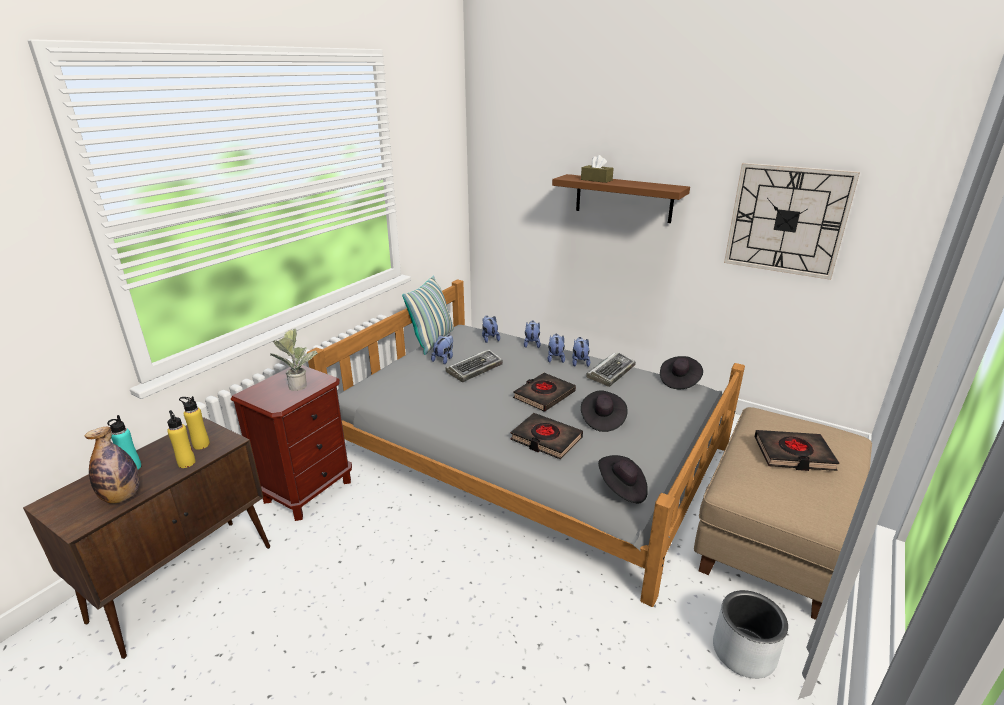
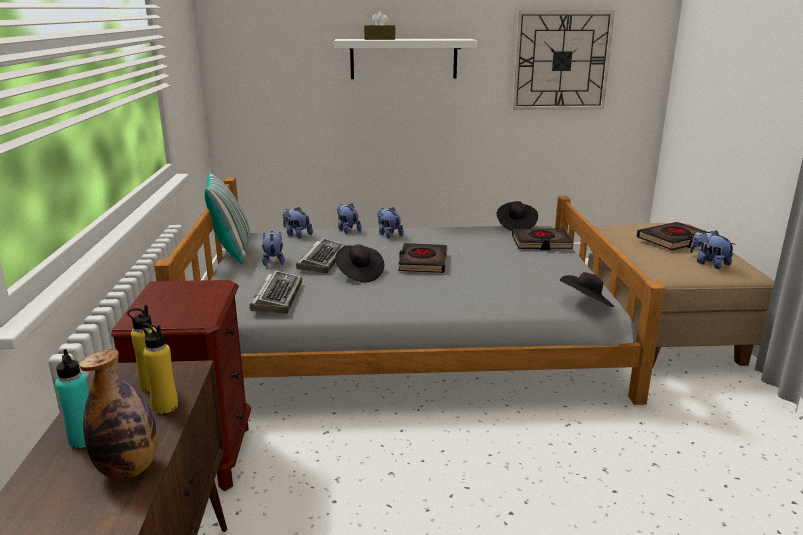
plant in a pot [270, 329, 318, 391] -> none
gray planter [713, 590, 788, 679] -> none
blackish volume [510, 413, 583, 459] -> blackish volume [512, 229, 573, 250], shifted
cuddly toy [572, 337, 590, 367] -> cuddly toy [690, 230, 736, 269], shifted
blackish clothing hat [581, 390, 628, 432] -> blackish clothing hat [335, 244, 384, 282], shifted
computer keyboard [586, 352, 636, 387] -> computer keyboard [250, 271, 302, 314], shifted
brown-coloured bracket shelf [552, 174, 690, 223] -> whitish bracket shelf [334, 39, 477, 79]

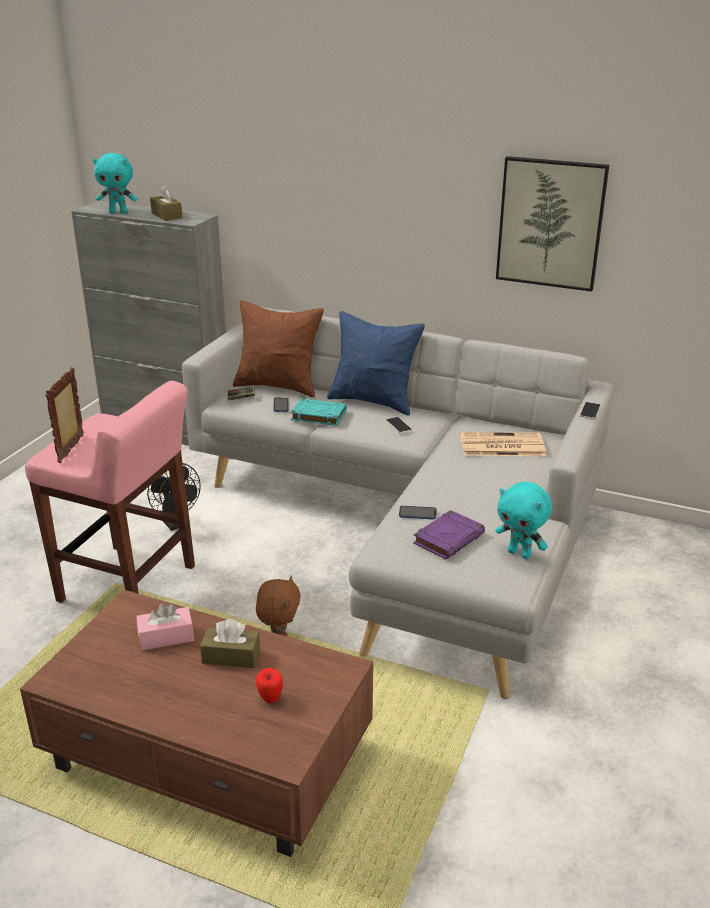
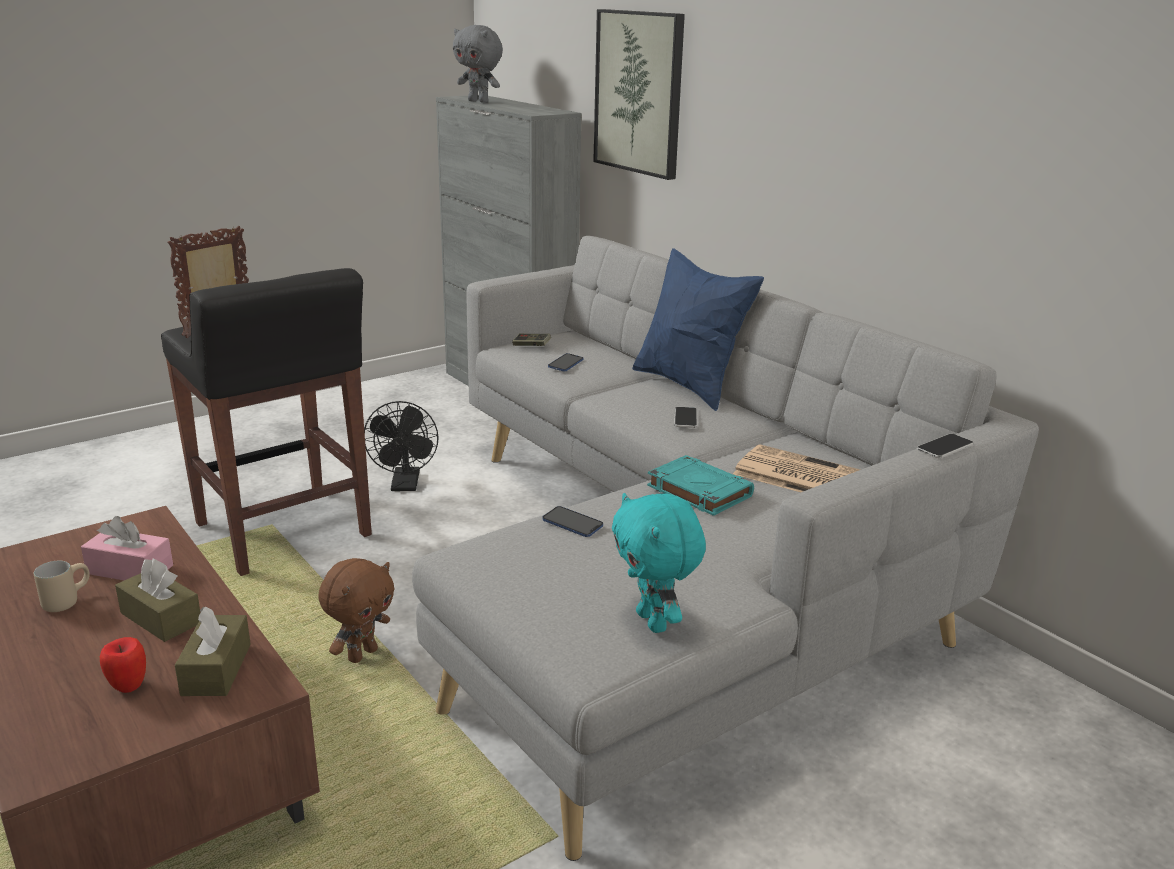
brown-coloured throw pillow [233, 300, 324, 398] -> none
purple volume [413, 510, 485, 560] -> none
none -> beige tea mug [34, 561, 90, 612]
brown-coloured box of tissues [150, 185, 182, 221] -> brown-coloured box of tissues [175, 607, 251, 696], shifted
turquoise-coloured volume [290, 399, 347, 426] -> turquoise-coloured volume [647, 455, 754, 516], shifted
picture [496, 156, 609, 292] -> picture [593, 9, 685, 180], shifted
pink stool seat [25, 381, 195, 603] -> blackish stool seat [161, 268, 372, 576]
turquoise-coloured cuddly toy [93, 153, 137, 213] -> gray cuddly toy [453, 25, 503, 103]

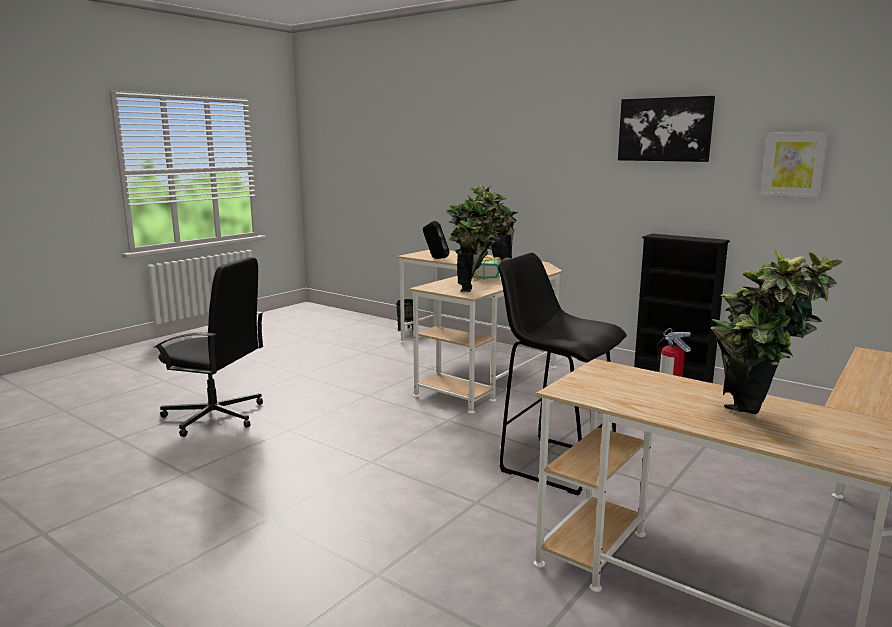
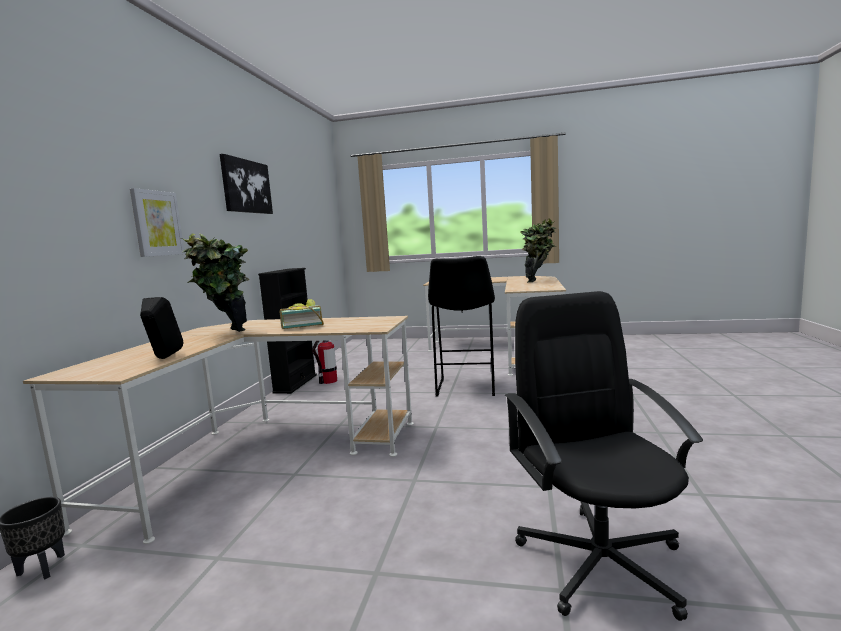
plant in a pot [446, 193, 499, 292] -> none
picture [760, 132, 830, 198] -> picture [130, 188, 185, 257], shifted

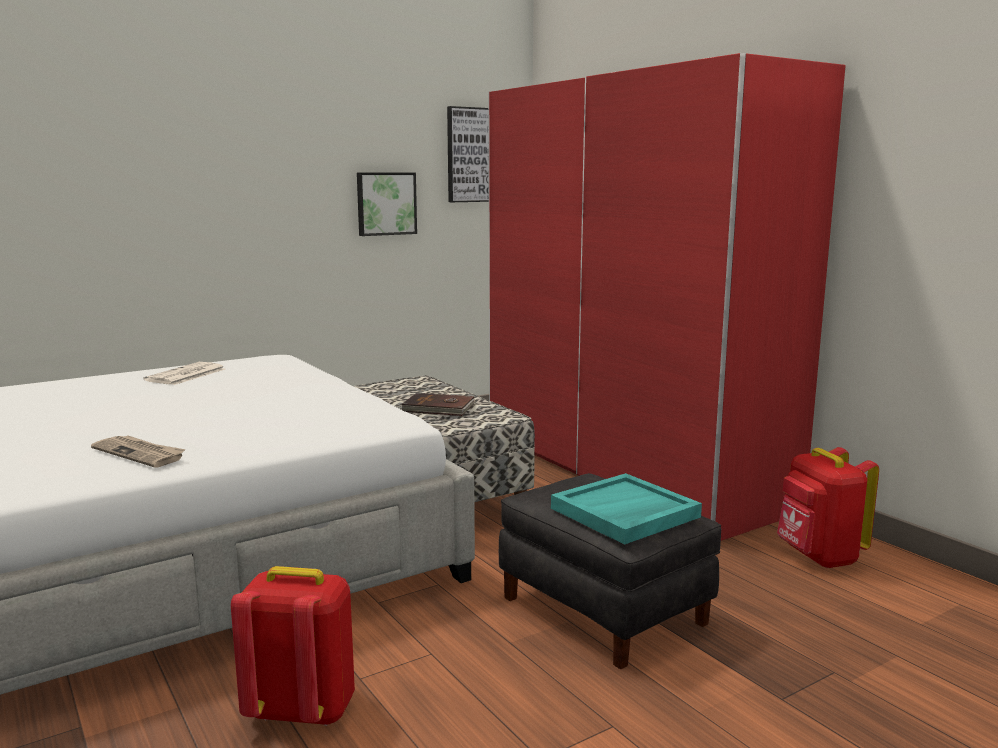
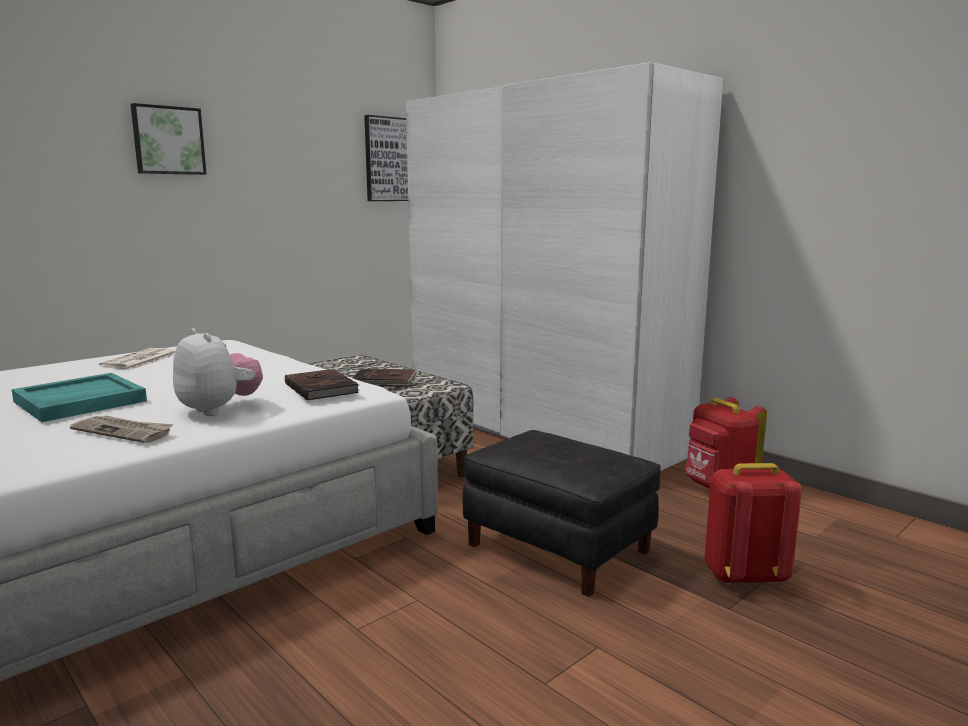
none -> cuddly toy [173, 328, 263, 416]
none -> brown-coloured volume [285, 369, 359, 401]
reddish backpack [231, 566, 355, 726] -> reddish backpack [705, 463, 802, 585], shifted
picture [357, 173, 417, 236] -> picture [130, 103, 206, 175], shifted
turquoise-coloured carrying tray [551, 473, 702, 545] -> turquoise-coloured carrying tray [11, 373, 147, 422], shifted
reddish wardrobe [488, 53, 846, 541] -> whitish wardrobe [406, 62, 723, 471]

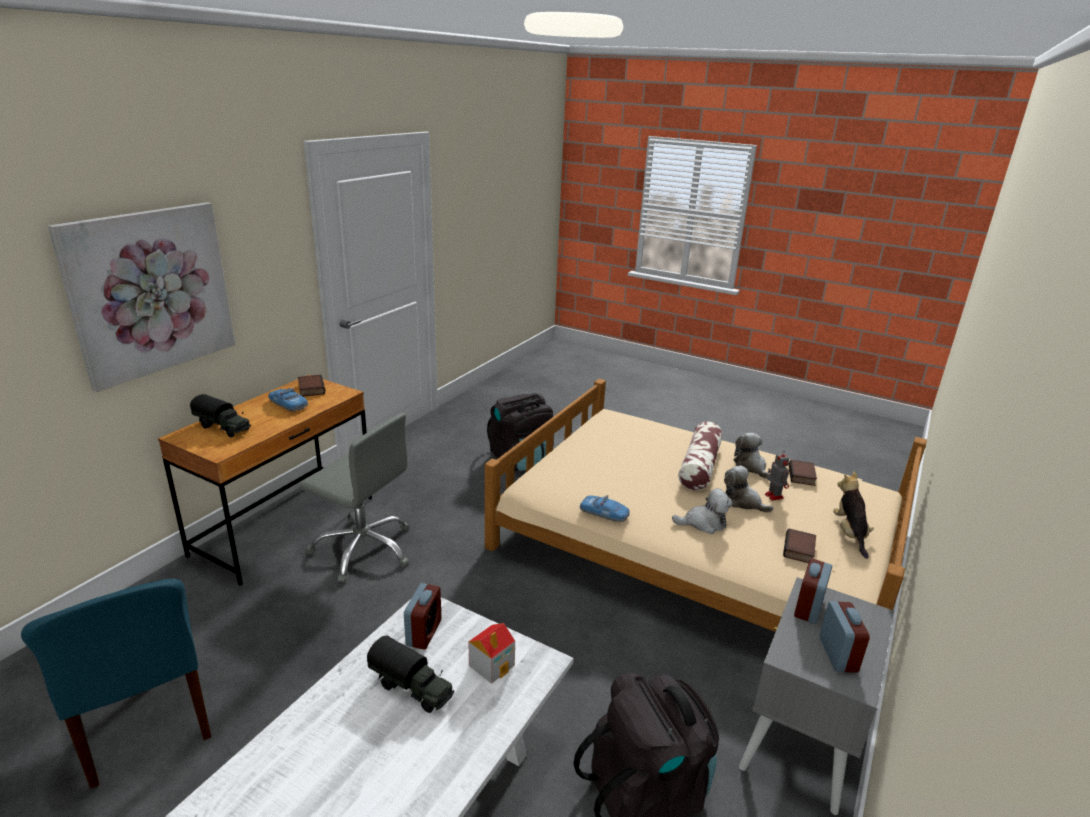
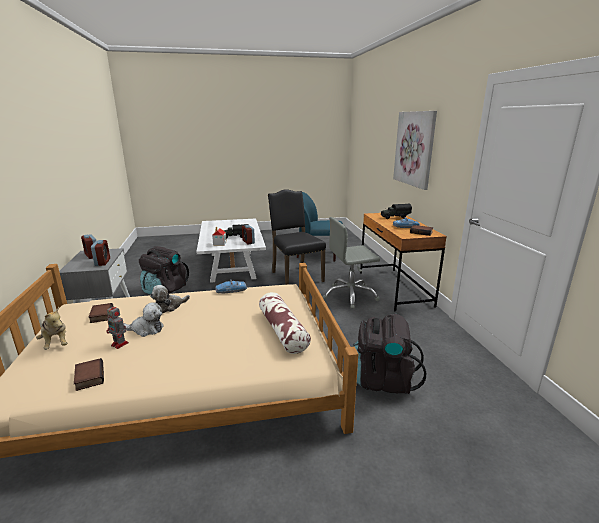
cuddly toy [733, 433, 770, 479] -> none
none -> blackish chair [268, 189, 326, 285]
throw pillow [678, 421, 723, 491] -> throw pillow [259, 292, 311, 354], shifted

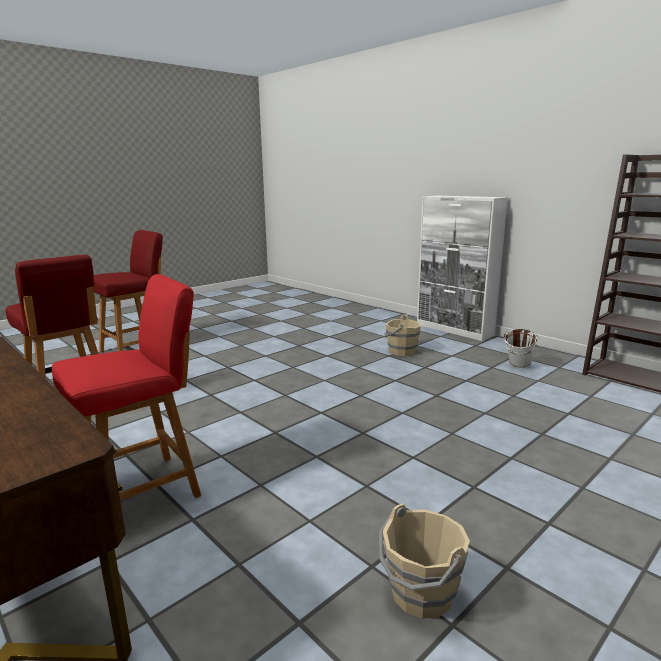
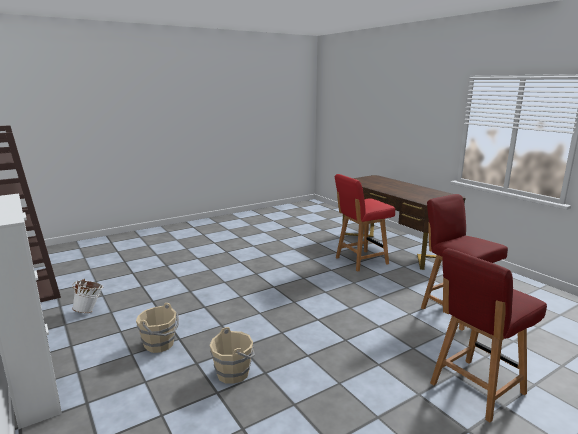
beige water bucket [379, 503, 470, 619] -> beige water bucket [210, 327, 255, 384], shifted

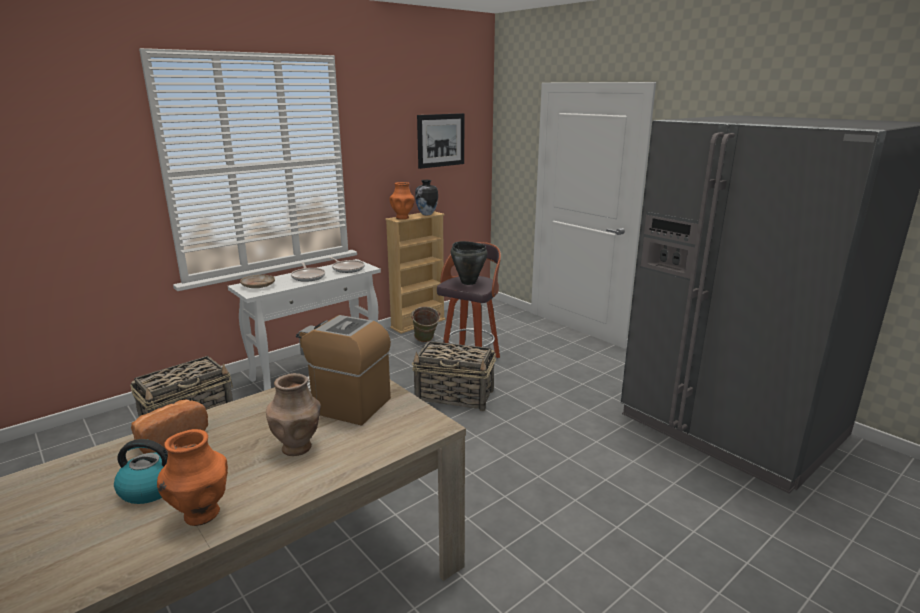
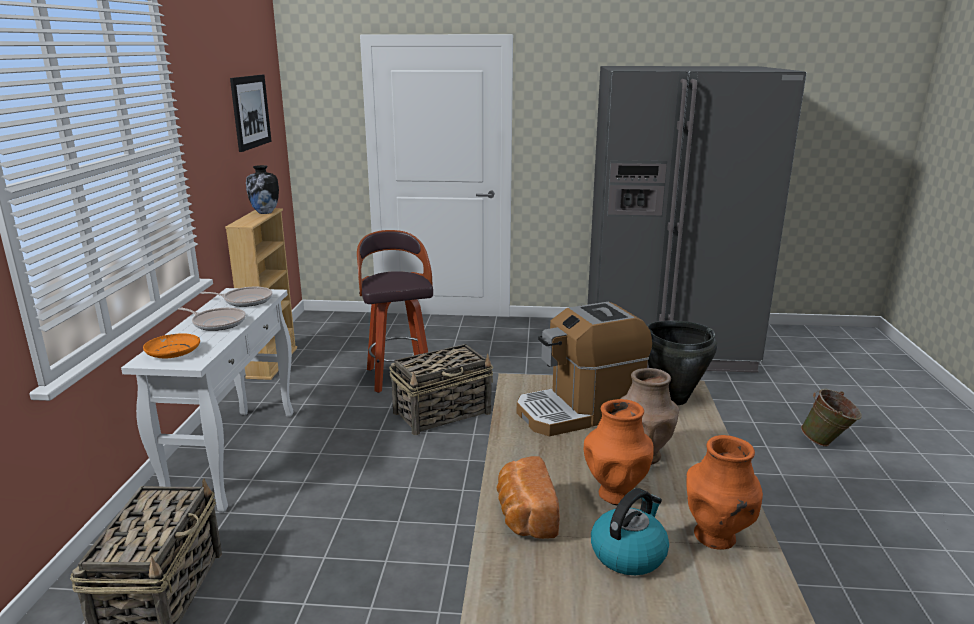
orangey decorative vase [390, 182, 415, 219] -> orangey decorative vase [584, 399, 654, 505], shifted
green-coloured water bucket [411, 307, 440, 342] -> green-coloured water bucket [801, 389, 862, 447], shifted
blackish cooking pot [451, 241, 488, 285] -> blackish cooking pot [647, 321, 717, 405], shifted
beige plate [240, 275, 275, 288] -> orangey plate [143, 333, 200, 358]

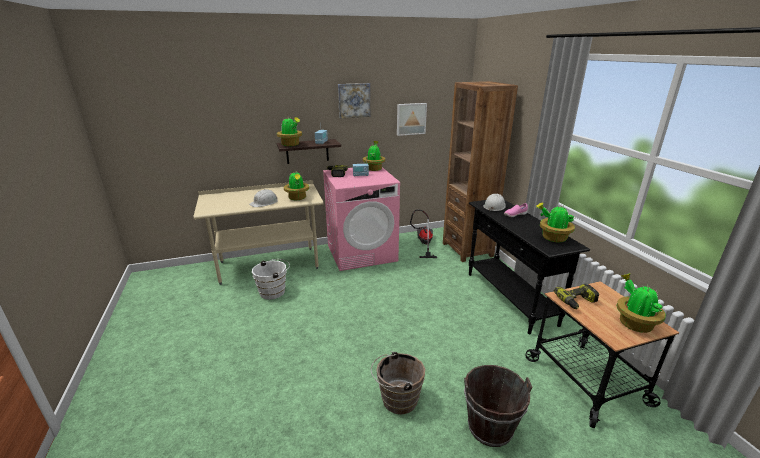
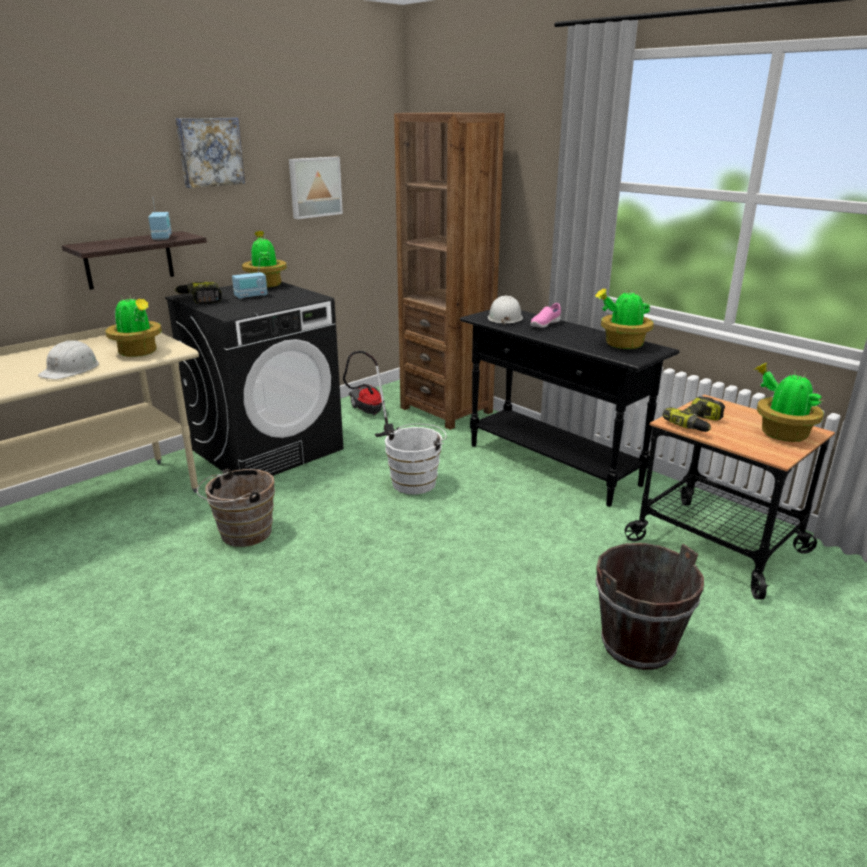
plant in a pot [277, 116, 302, 146] -> none
whitish water bucket [252, 259, 290, 300] -> whitish water bucket [385, 424, 446, 494], shifted
brown-coloured water bucket [371, 351, 425, 414] -> brown-coloured water bucket [197, 469, 275, 547], shifted
pink laundry appliance [323, 167, 400, 271] -> blackish laundry appliance [165, 282, 343, 476]

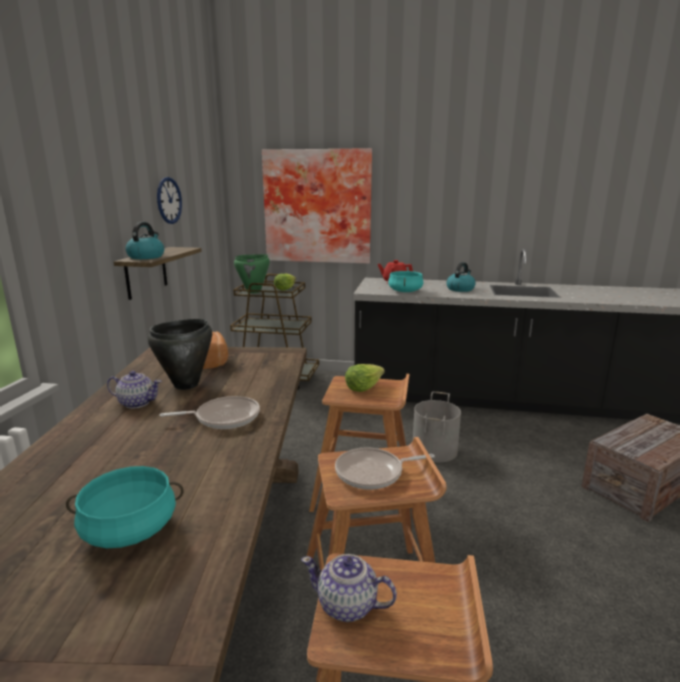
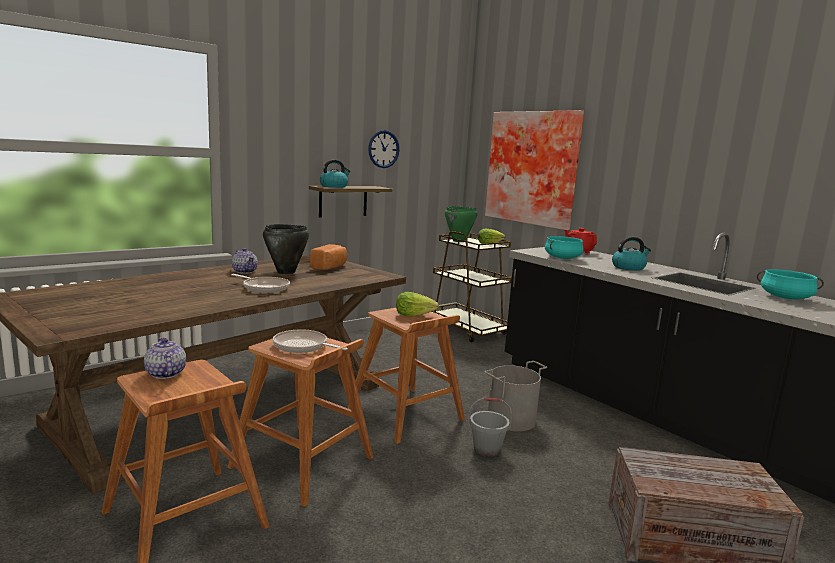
none -> gray water bucket [468, 397, 512, 457]
turquoise-coloured cooking pot [66, 466, 184, 548] -> turquoise-coloured cooking pot [757, 269, 824, 299], shifted

